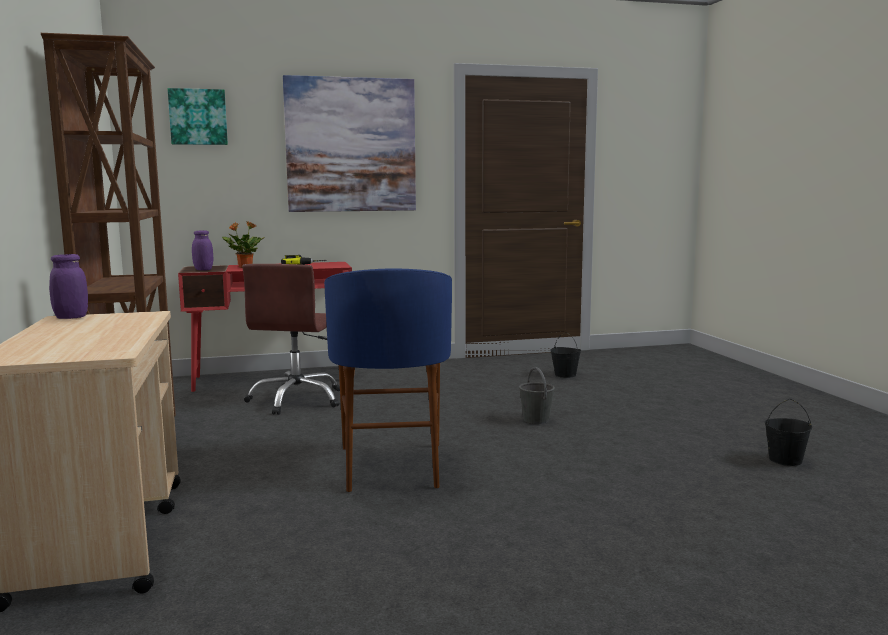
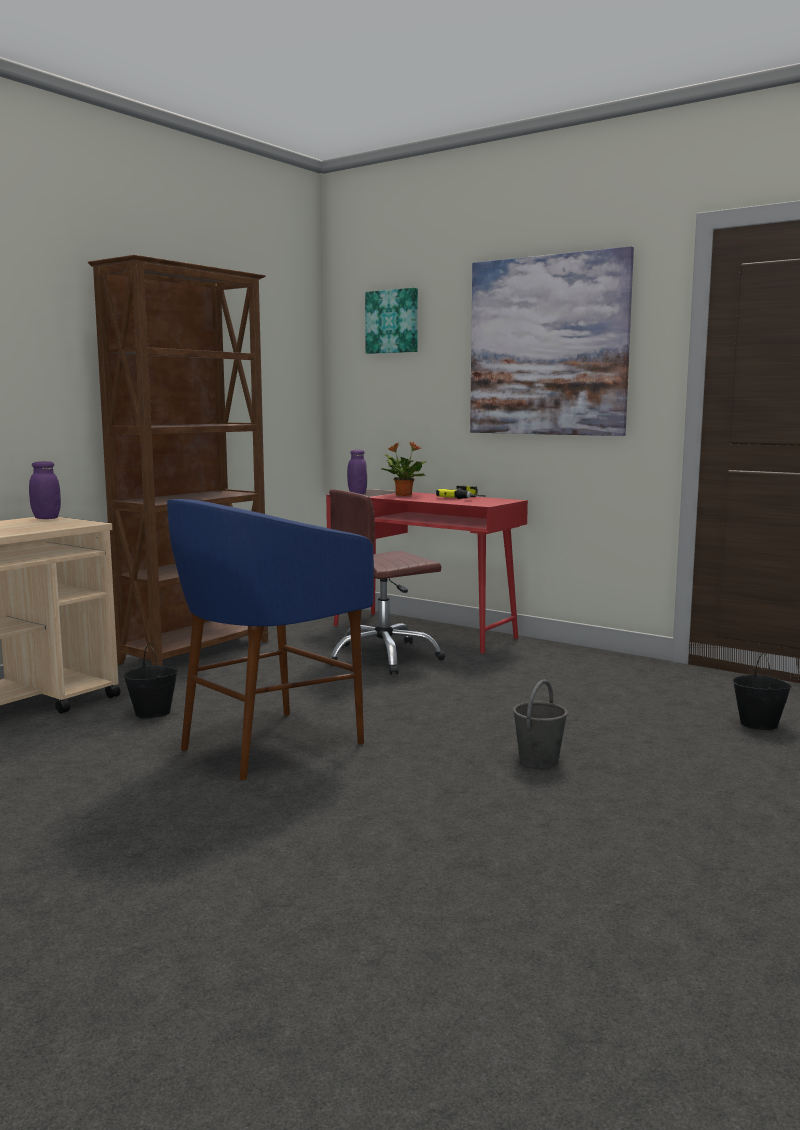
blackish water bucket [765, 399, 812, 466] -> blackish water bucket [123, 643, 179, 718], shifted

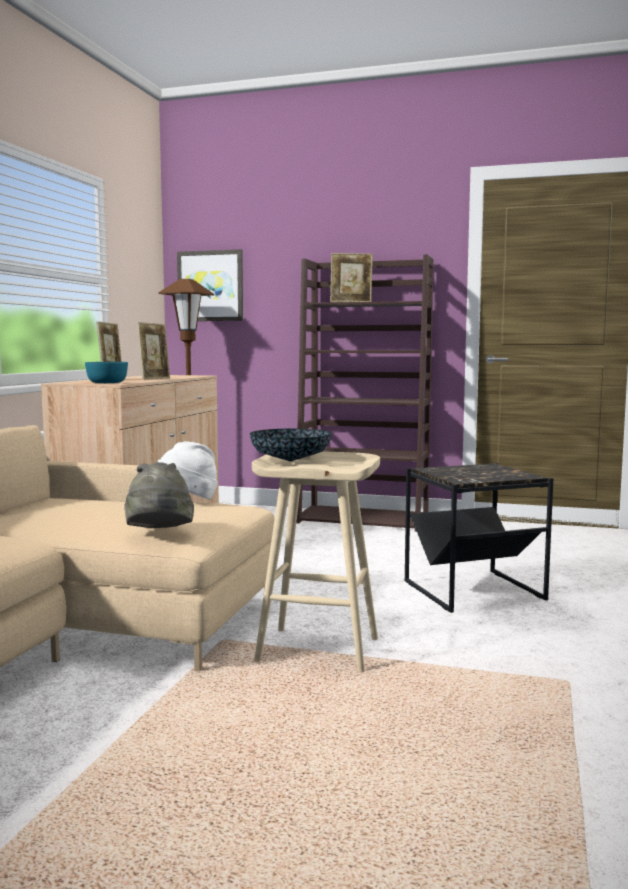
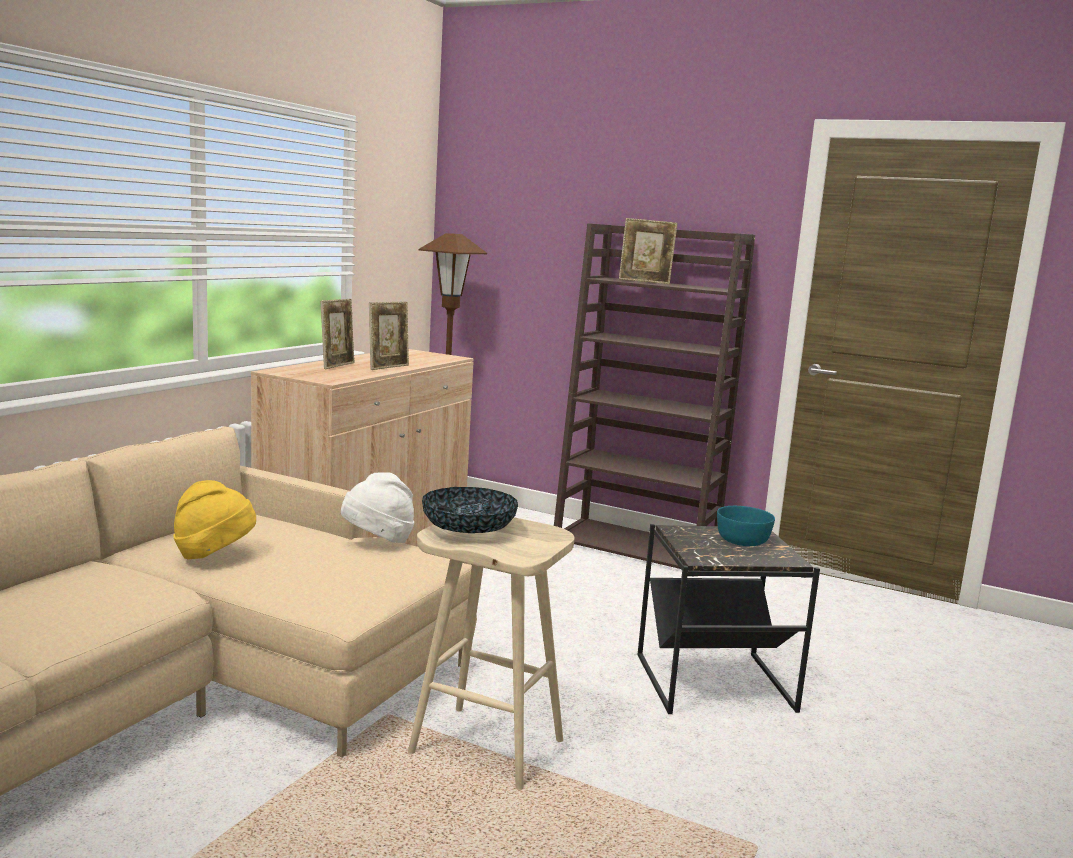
gray clothing hat [124, 462, 194, 528] -> none
picture [177, 249, 243, 321] -> none
none -> yellow-coloured clothing hat [173, 480, 256, 559]
turquoise-coloured bowl [85, 362, 128, 383] -> turquoise-coloured bowl [717, 506, 775, 546], shifted

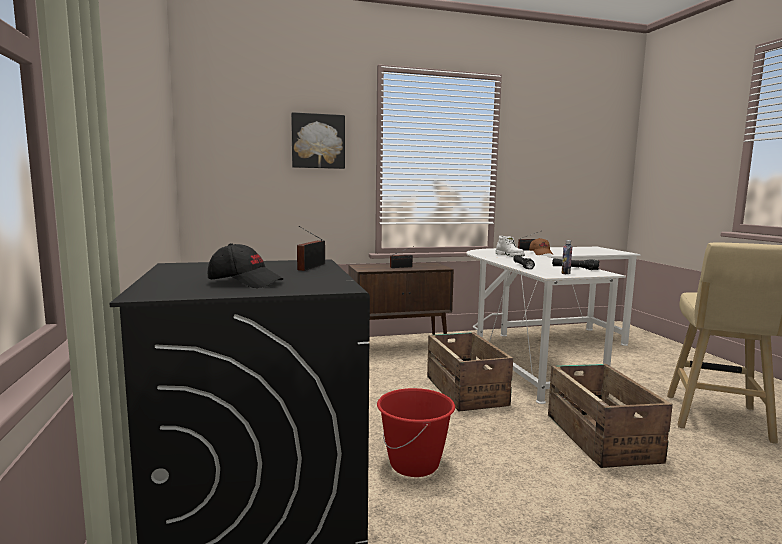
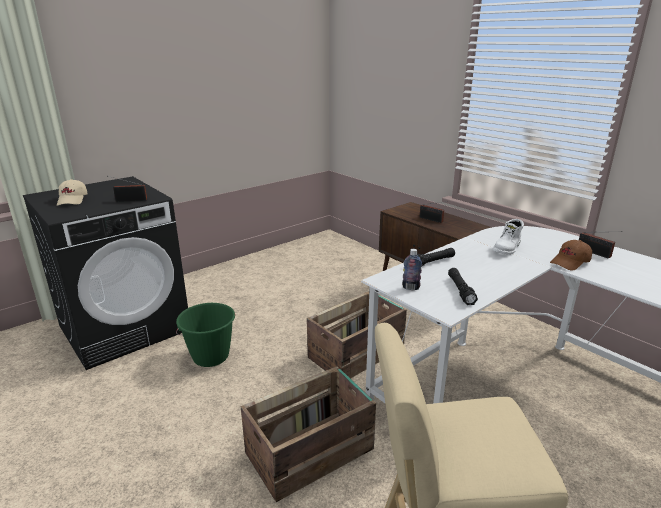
picture [291, 112, 345, 169] -> none
blackish peaked cap [208, 243, 283, 288] -> beige peaked cap [57, 179, 87, 206]
reddish water bucket [377, 388, 455, 477] -> green-coloured water bucket [176, 303, 235, 367]

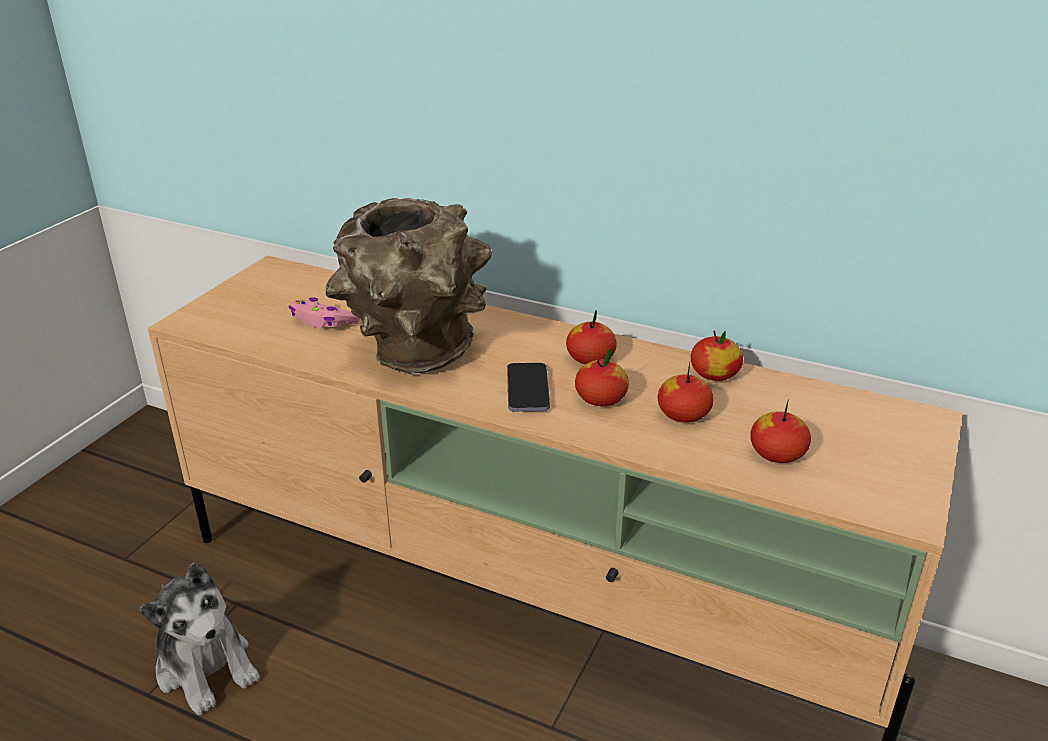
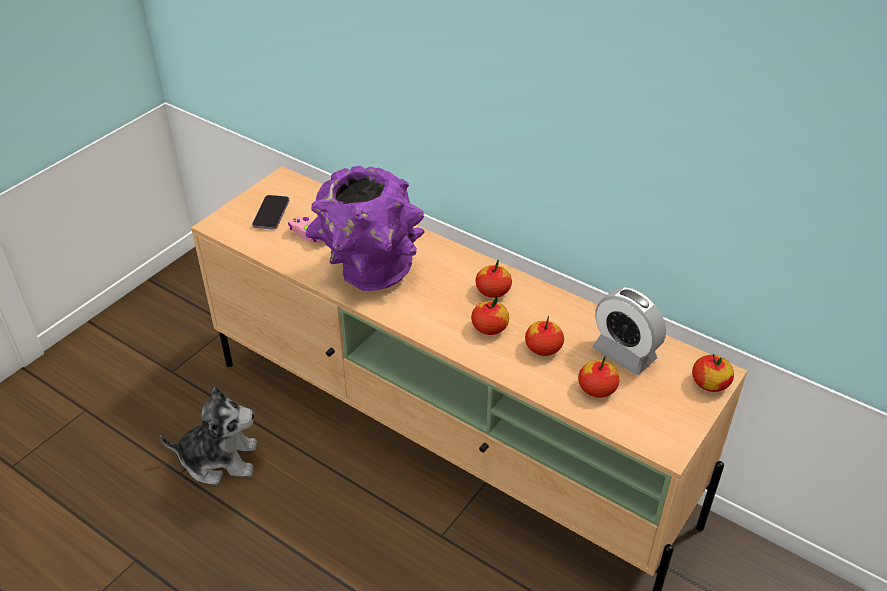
none -> bedside clock [593, 287, 666, 375]
phone [507, 363, 550, 412] -> phone [252, 195, 289, 229], shifted
apple fruit [691, 330, 743, 381] -> apple fruit [692, 353, 734, 392], shifted
brown-coloured decorative vase [326, 198, 492, 375] -> purple decorative vase [306, 166, 425, 291]
cuddly toy [140, 562, 260, 715] -> cuddly toy [160, 387, 258, 485], 60 degrees counterclockwise

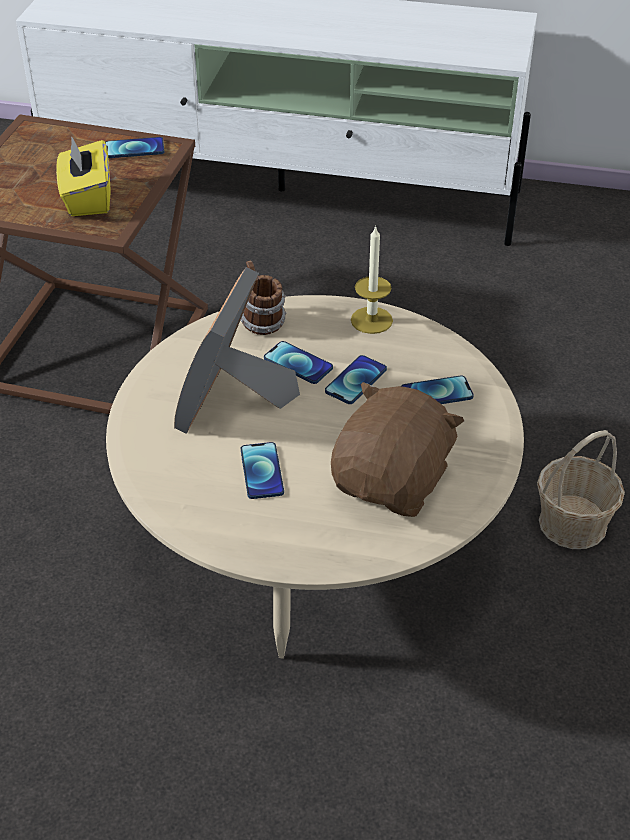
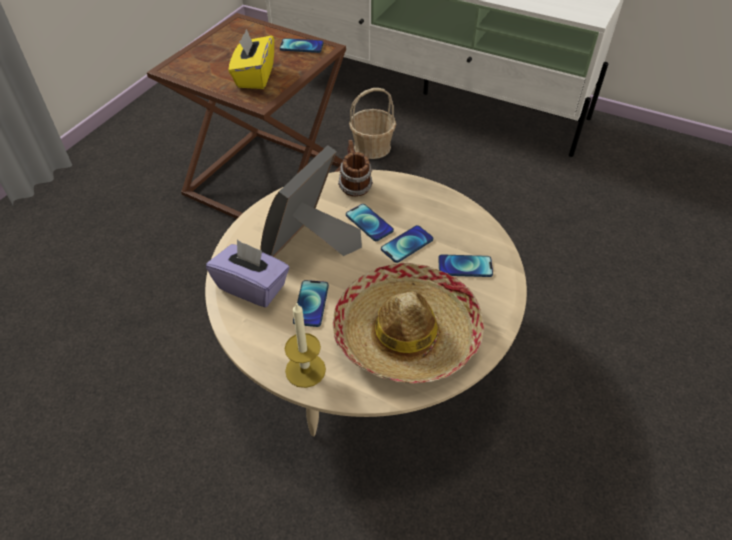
none -> purple box of tissues [206, 239, 289, 307]
wax light [351, 226, 393, 334] -> wax light [285, 303, 326, 388], shifted
storage basket [537, 430, 625, 549] -> storage basket [349, 88, 396, 159], shifted
brown-coloured cuddly toy [331, 382, 464, 517] -> clothing hat [333, 263, 484, 383]

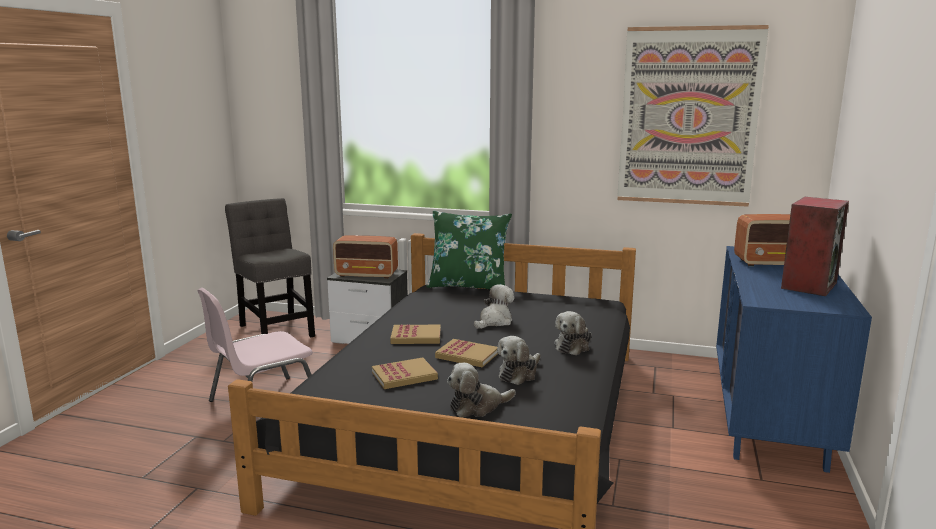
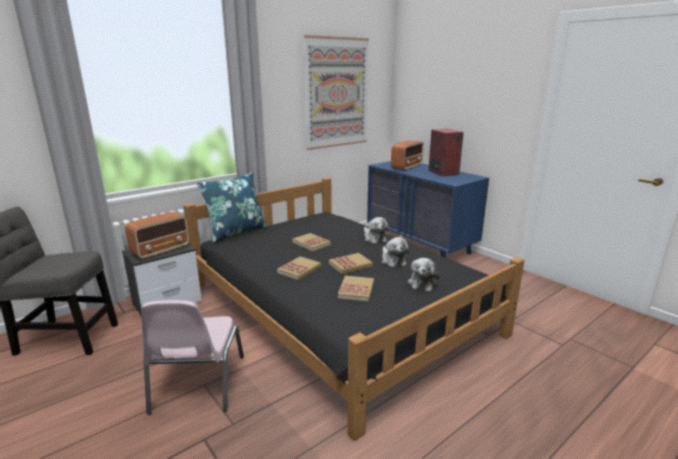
cuddly toy [474, 284, 514, 329] -> volume [292, 233, 331, 252]
green-coloured throw pillow [426, 211, 512, 289] -> bluish throw pillow [197, 172, 268, 243]

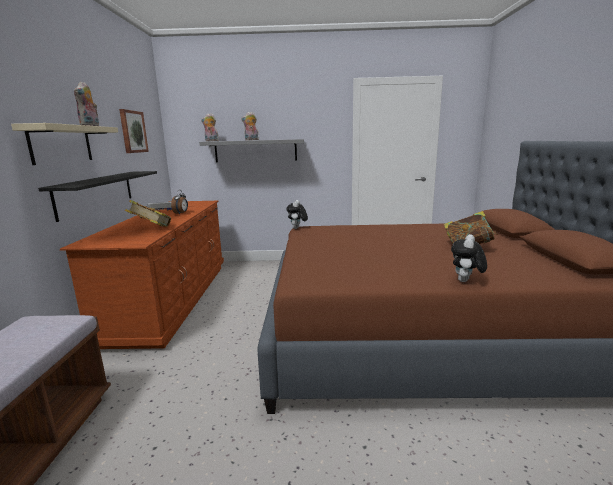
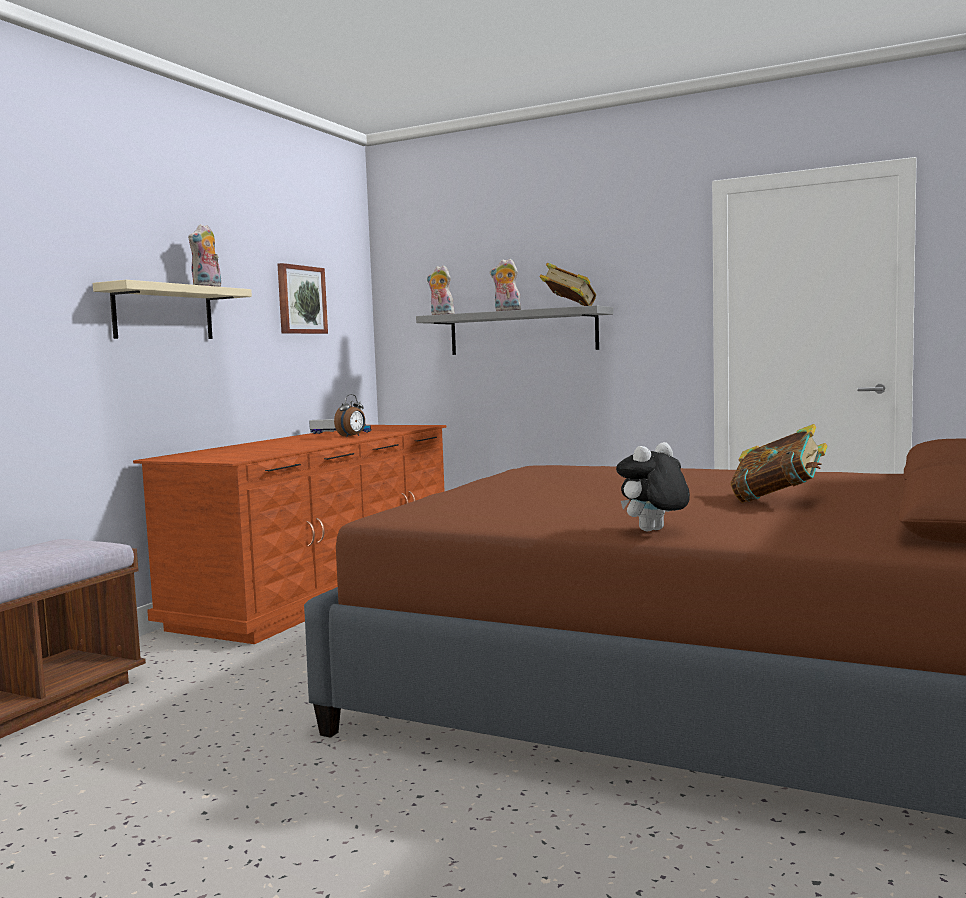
blackish bracket shelf [38, 171, 157, 222] -> none
cuddly toy [287, 200, 308, 229] -> none
volume [125, 200, 171, 227] -> volume [539, 263, 596, 306], shifted

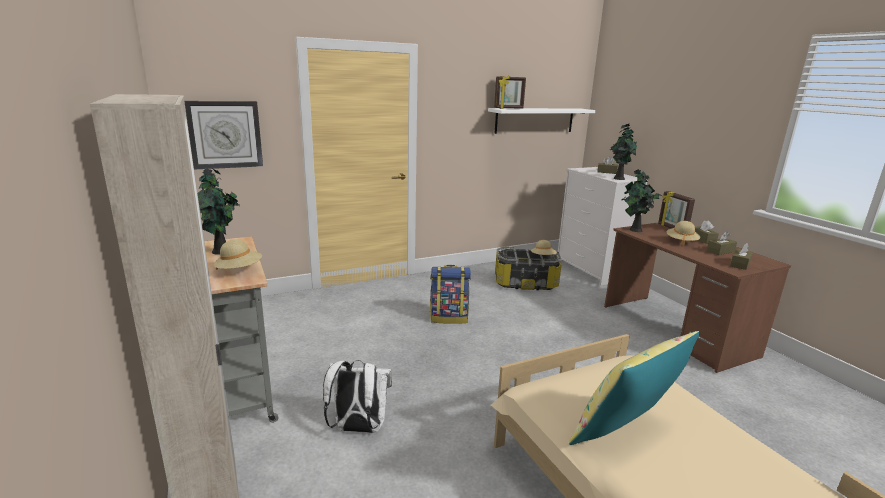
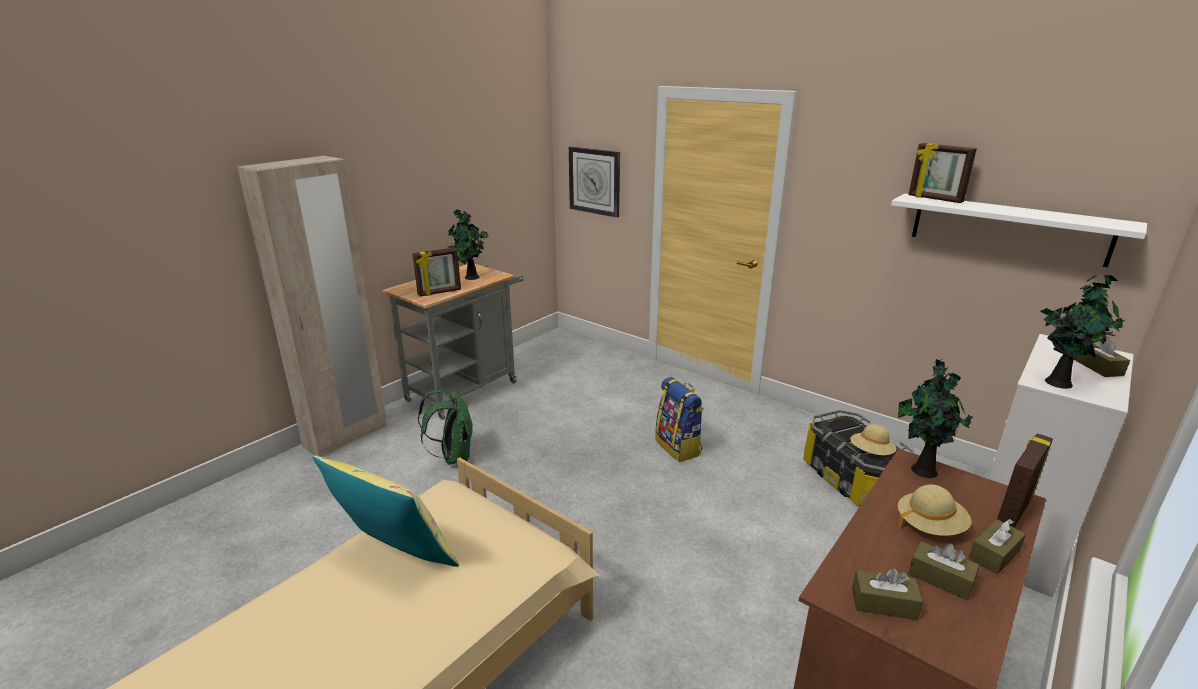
beige clothing hat [213, 240, 262, 270] -> standing frame [413, 247, 461, 296]
whitish backpack [323, 360, 392, 433] -> green-coloured backpack [418, 390, 473, 465]

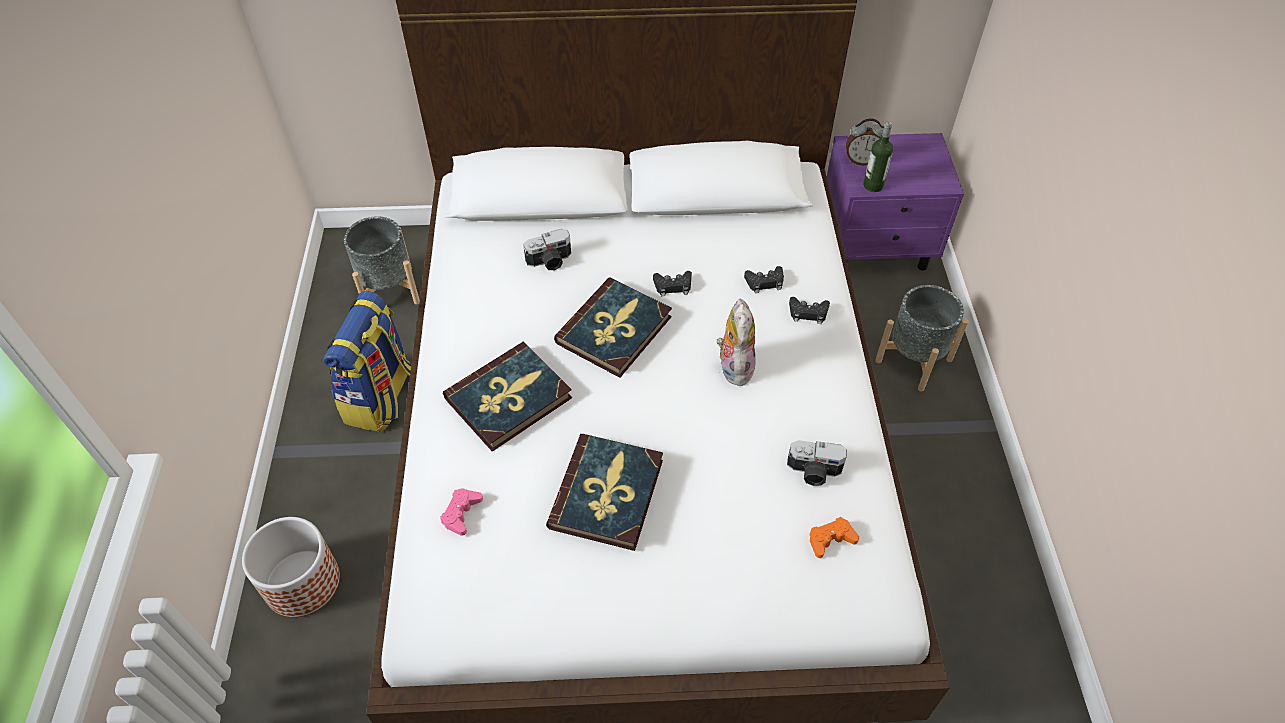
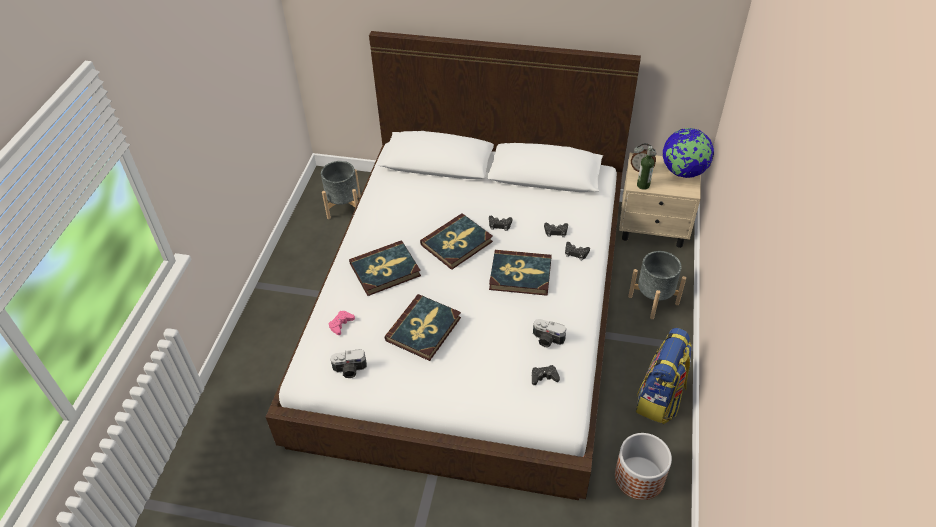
none -> desk globe [663, 128, 714, 178]
planter [242, 517, 340, 617] -> planter [615, 433, 672, 500], shifted
backpack [323, 291, 411, 432] -> backpack [636, 328, 692, 424], shifted
still camera [523, 229, 571, 270] -> still camera [331, 349, 367, 378], shifted
cuddly toy [717, 298, 756, 386] -> volume [489, 250, 552, 296]
orangey joypad [810, 517, 859, 558] -> blackish joypad [532, 365, 560, 385]
purple night table [827, 133, 964, 271] -> beige night table [619, 153, 701, 248]

